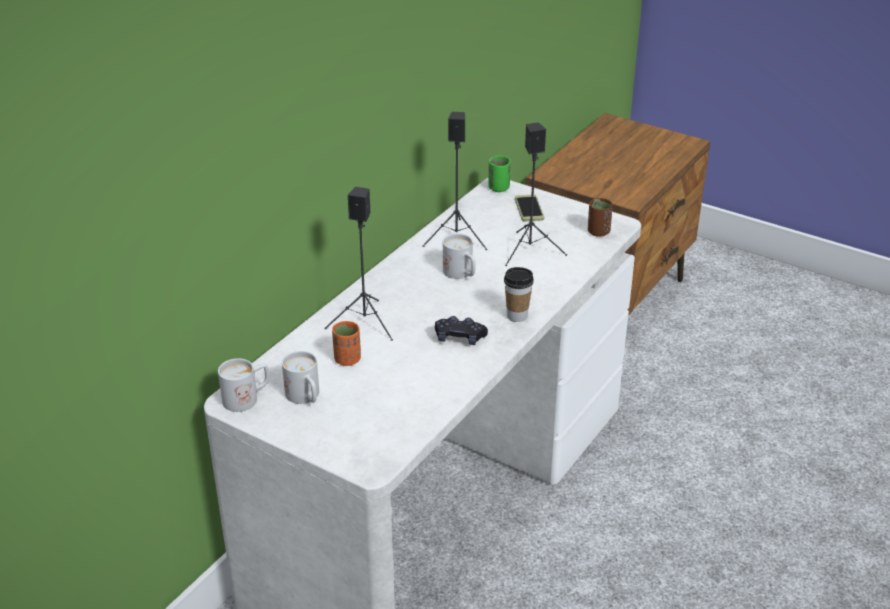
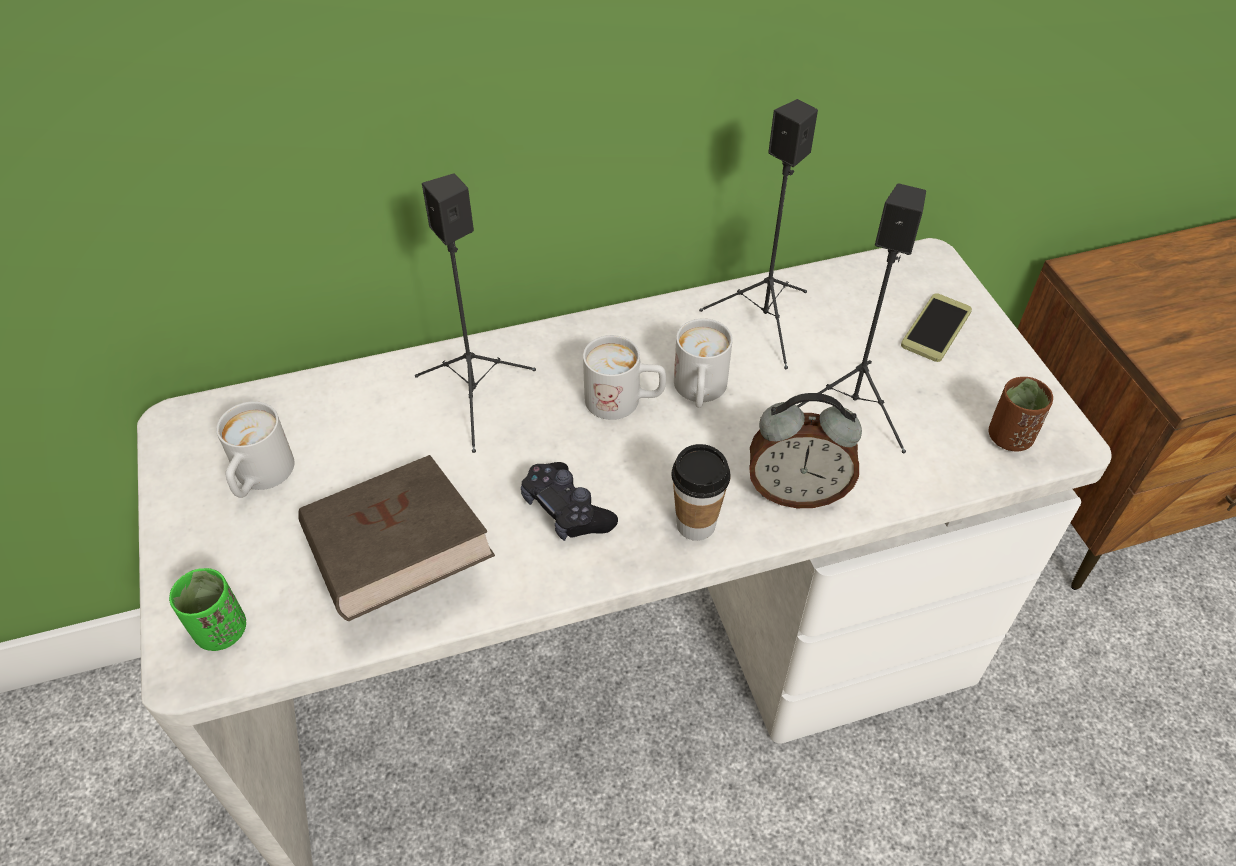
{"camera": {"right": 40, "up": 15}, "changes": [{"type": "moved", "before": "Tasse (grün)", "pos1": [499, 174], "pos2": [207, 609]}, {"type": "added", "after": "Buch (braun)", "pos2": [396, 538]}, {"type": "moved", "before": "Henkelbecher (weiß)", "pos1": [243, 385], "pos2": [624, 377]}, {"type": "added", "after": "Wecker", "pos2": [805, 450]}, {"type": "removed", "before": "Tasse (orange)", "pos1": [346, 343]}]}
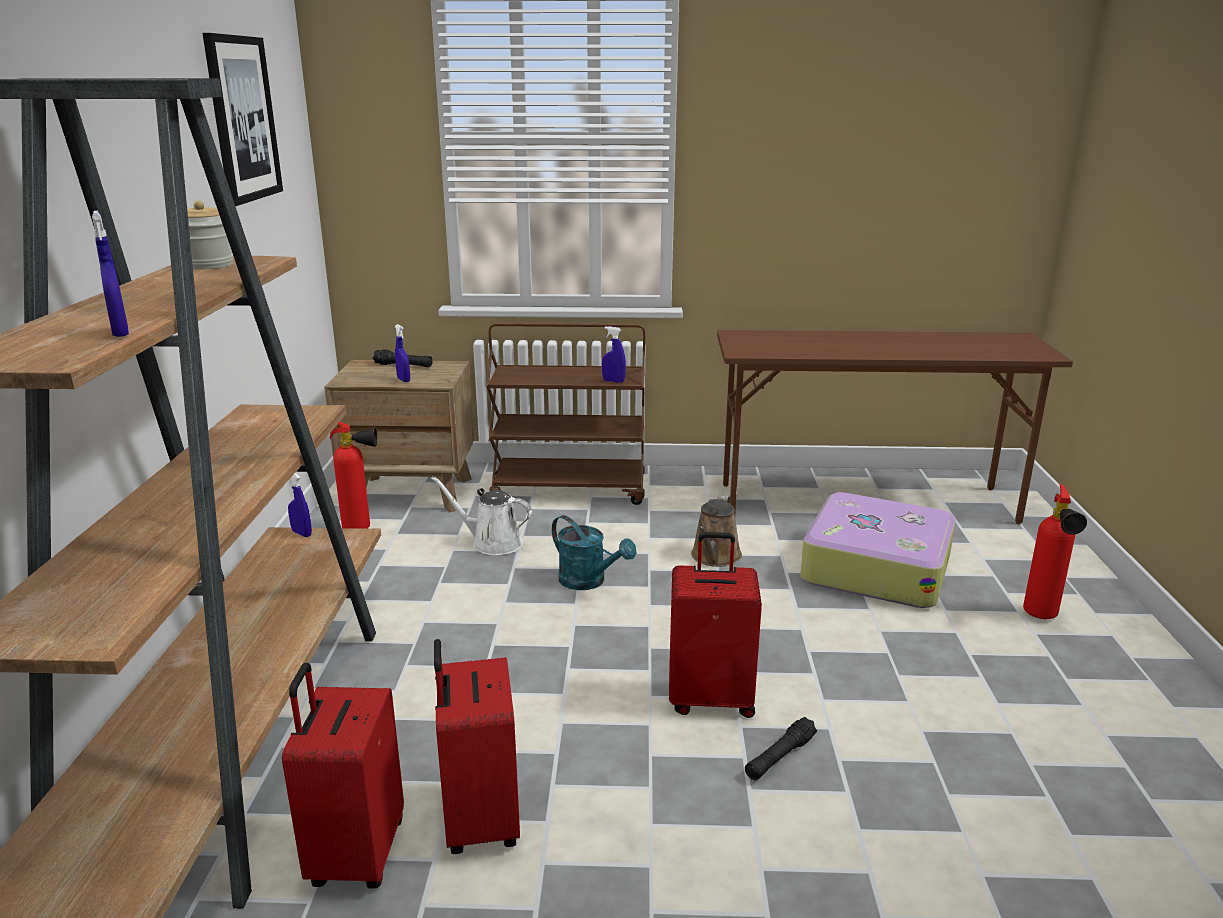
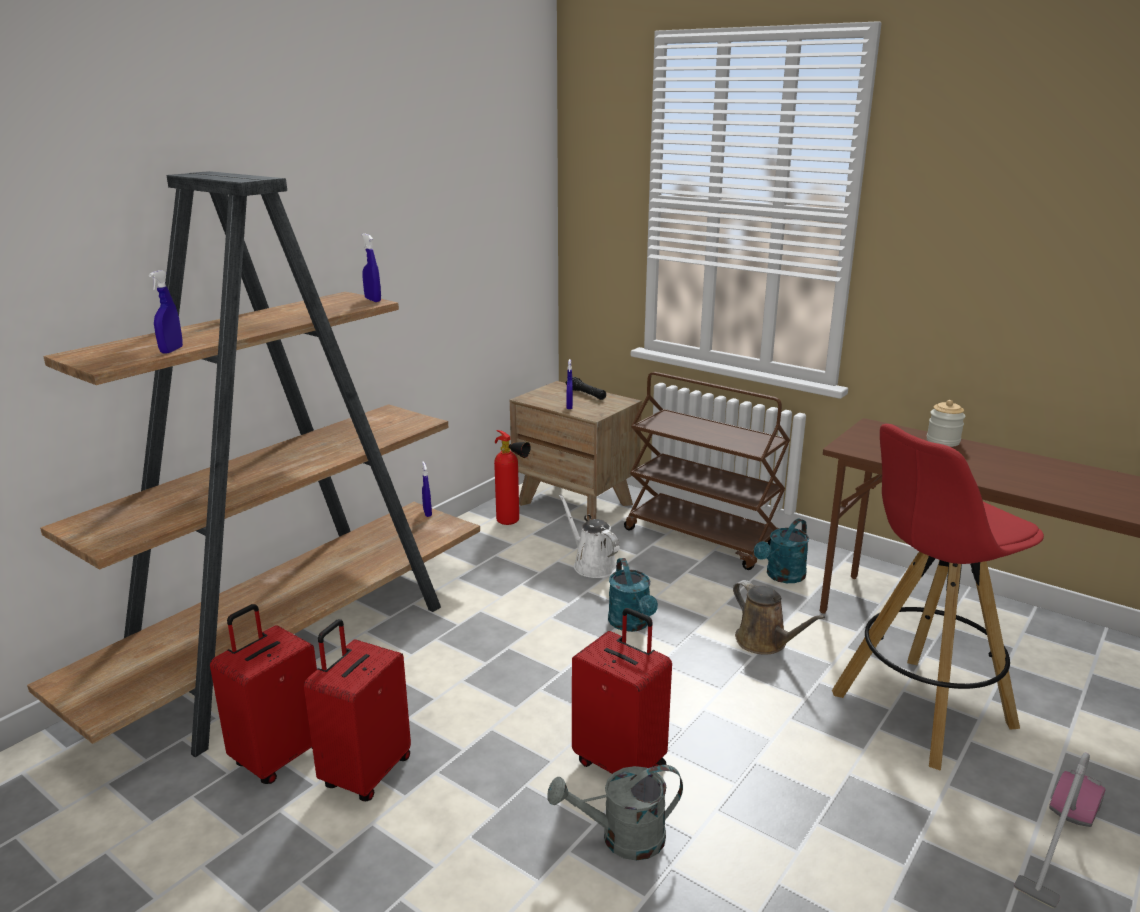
{"camera": {"right": 35, "up": 0}, "changes": [{"type": "moved", "before": "Sprühflasche (blau)", "pos1": [614, 354], "pos2": [371, 268]}, {"type": "replaced", "before": "Taschenlampe (schwarz)", "after": "Gießkanne (grau)", "pos1": [781, 748], "pos2": [615, 813]}, {"type": "turned", "before": "Gießkanne (braun)", "pos1": [716, 531], "pos2": [779, 617], "turn": -90}, {"type": "added", "after": "Gießkanne (türkis)", "pos2": [781, 550]}, {"type": "replaced", "before": "Koffer", "after": "Hocker (rot)", "pos1": [878, 550], "pos2": [938, 597]}, {"type": "moved", "before": "Vorratsglas", "pos1": [210, 234], "pos2": [946, 423]}, {"type": "replaced", "before": "Feuerlöscher", "after": "Staubsauger", "pos1": [1055, 551], "pos2": [1060, 830]}, {"type": "removed", "before": "Bild", "pos1": [242, 119]}]}
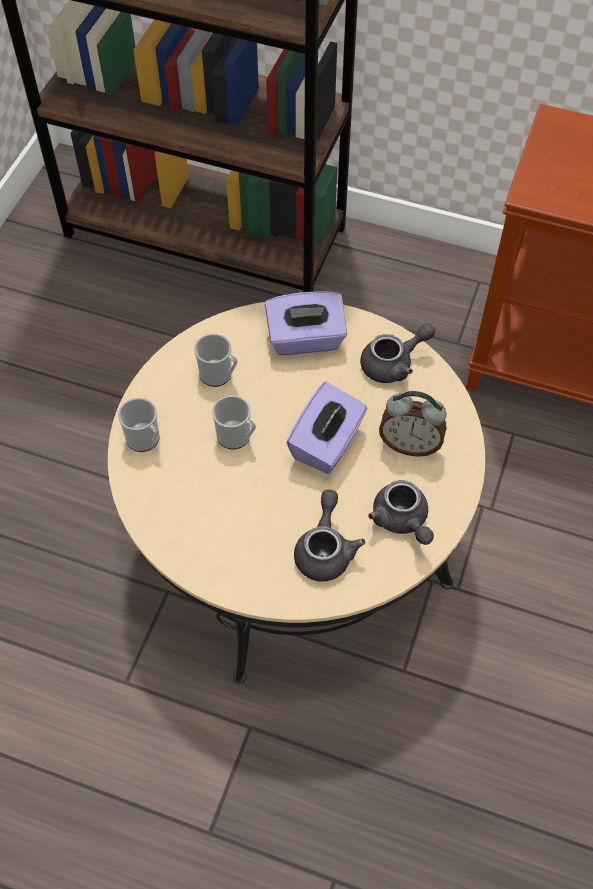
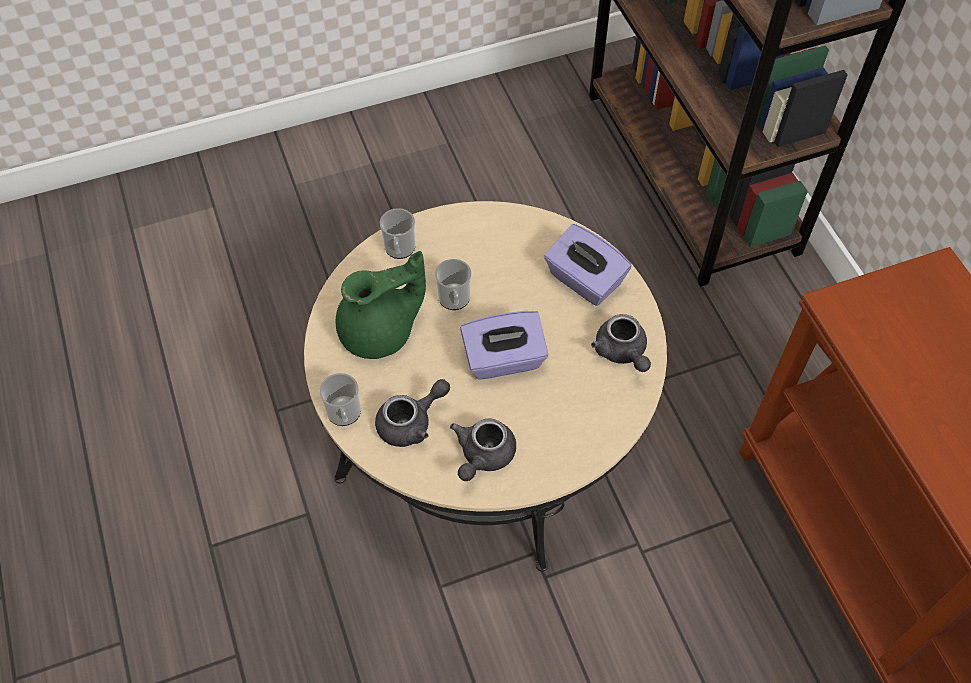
{"camera": {"right": 50, "up": 0}, "changes": [{"type": "moved", "before": "Henkelbecher", "pos1": [216, 360], "pos2": [340, 399]}, {"type": "added", "after": "Teekanne (grün)", "pos2": [381, 305]}, {"type": "turned", "before": "Teekanne (grau)", "pos1": [397, 353], "pos2": [621, 343], "turn": 45}, {"type": "removed", "before": "Wecker", "pos1": [412, 424]}]}
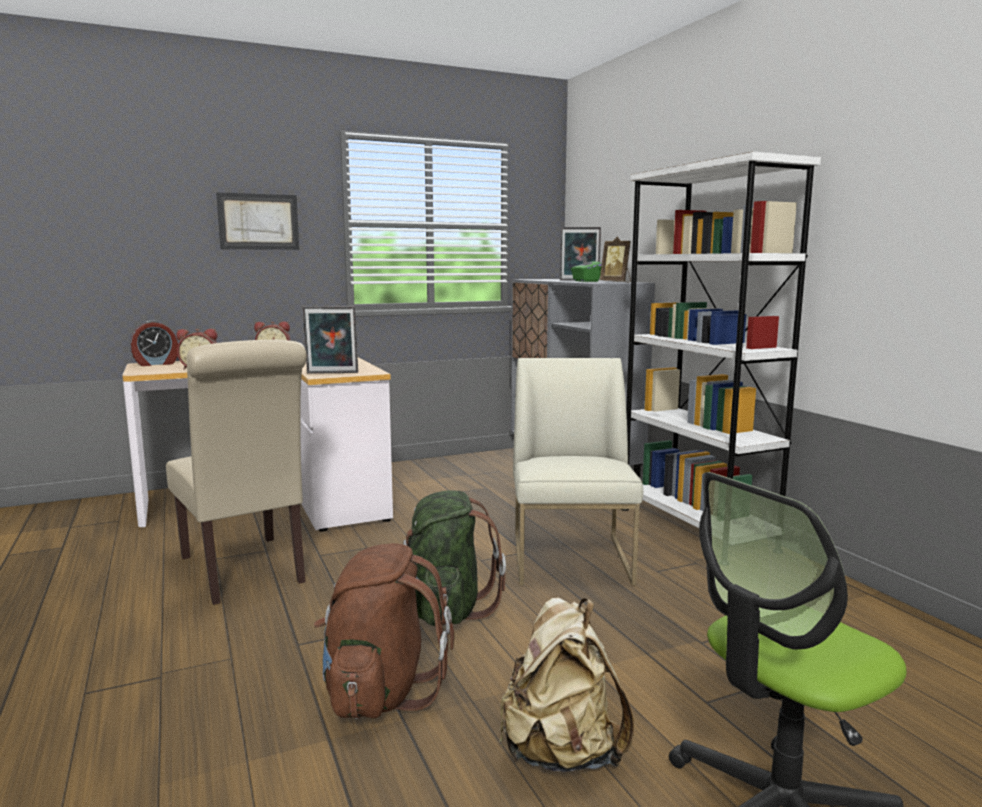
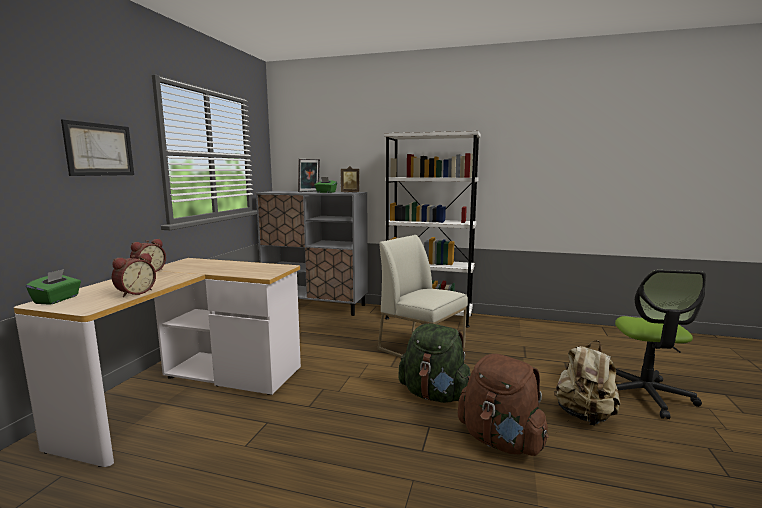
{"camera": {"right": -50, "up": 0}, "changes": [{"type": "replaced", "before": "Wecker", "after": "Taschentuchbox (grün)", "pos1": [154, 343], "pos2": [53, 287]}, {"type": "removed", "before": "Stuhl (beige)", "pos1": [236, 472]}, {"type": "removed", "before": "Bilderrahmen", "pos1": [330, 340]}]}
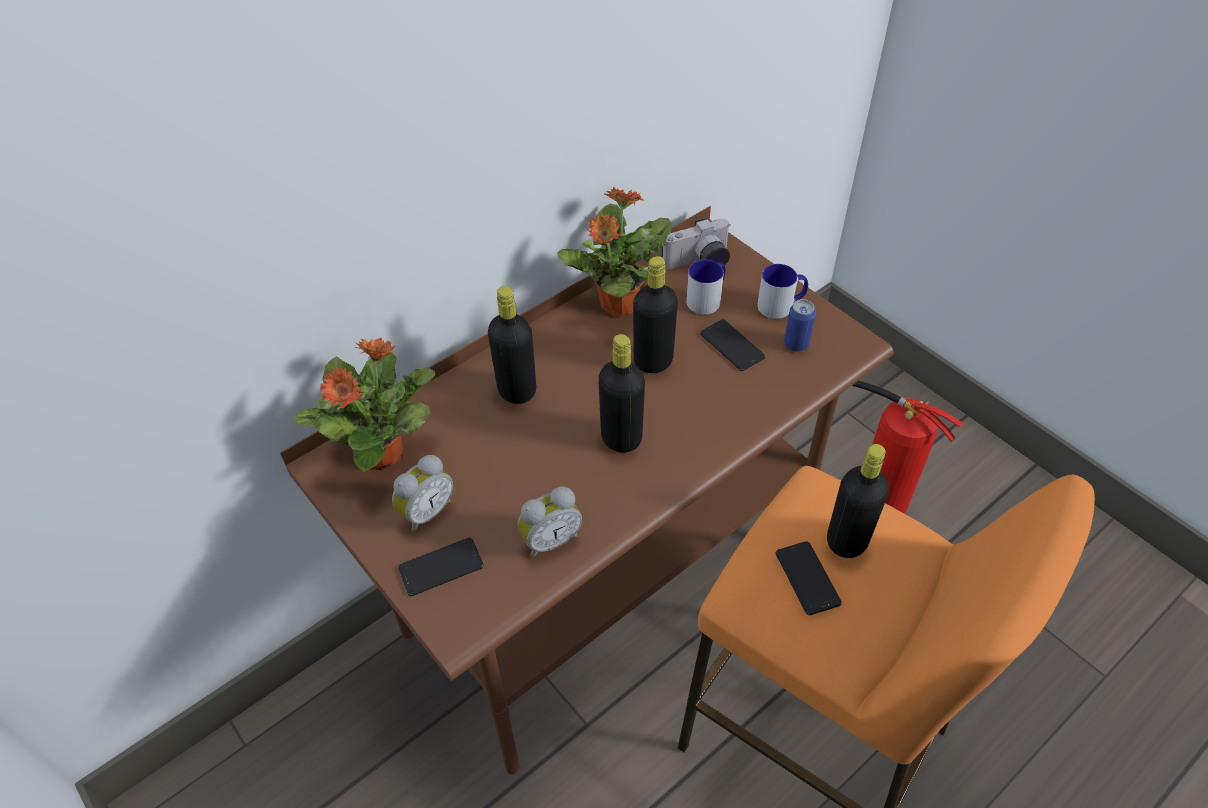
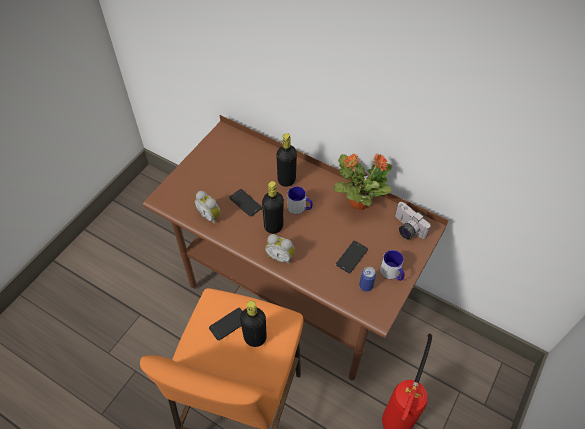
{"camera": {"right": 70, "up": 5}, "changes": [{"type": "moved", "before": "Handy", "pos1": [441, 567], "pos2": [245, 203]}, {"type": "moved", "before": "Wecker", "pos1": [422, 494], "pos2": [280, 249]}, {"type": "moved", "before": "Henkelbecher", "pos1": [705, 287], "pos2": [300, 200]}, {"type": "removed", "before": "Topfpflanze", "pos1": [365, 405]}, {"type": "removed", "before": "Flasche (schwarz)", "pos1": [655, 314]}]}
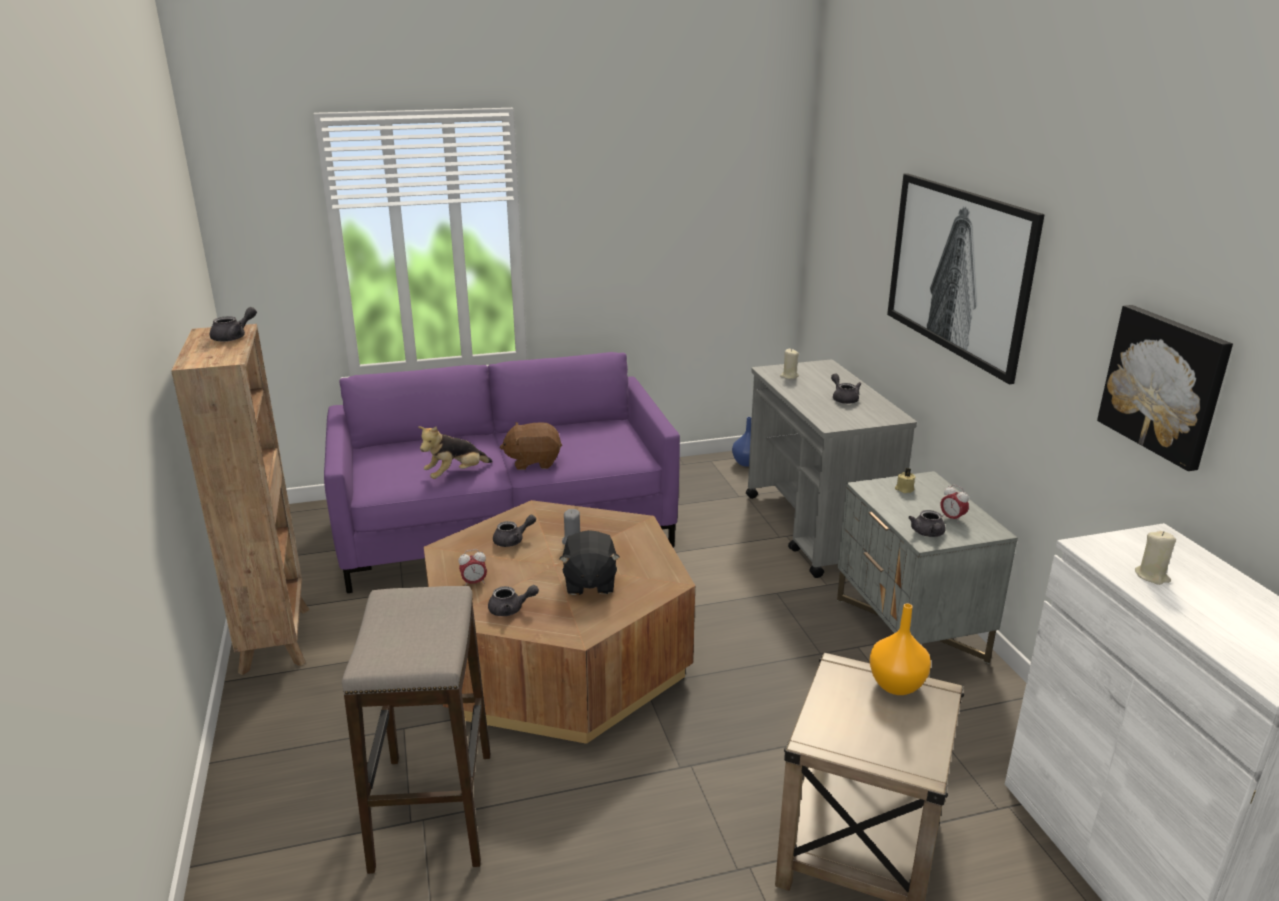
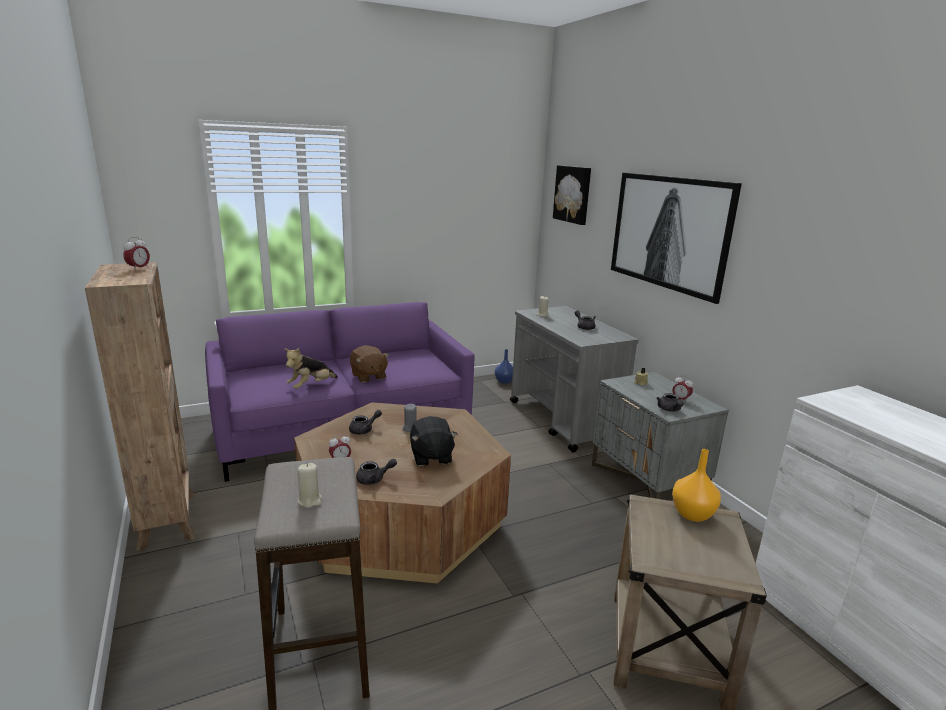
{"camera": {"right": -10, "up": -5}, "changes": [{"type": "replaced", "before": "Teekanne (grau)", "after": "Wecker", "pos1": [233, 324], "pos2": [136, 254]}, {"type": "moved", "before": "Kerze (beige)", "pos1": [1155, 558], "pos2": [309, 485]}, {"type": "turned", "before": "Plüschtier (braun)", "pos1": [531, 446], "pos2": [369, 364], "turn": -105}, {"type": "moved", "before": "Bild", "pos1": [1165, 388], "pos2": [572, 195]}]}
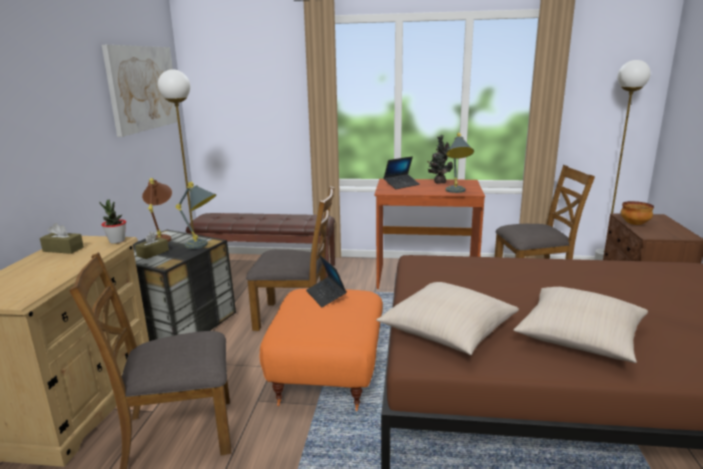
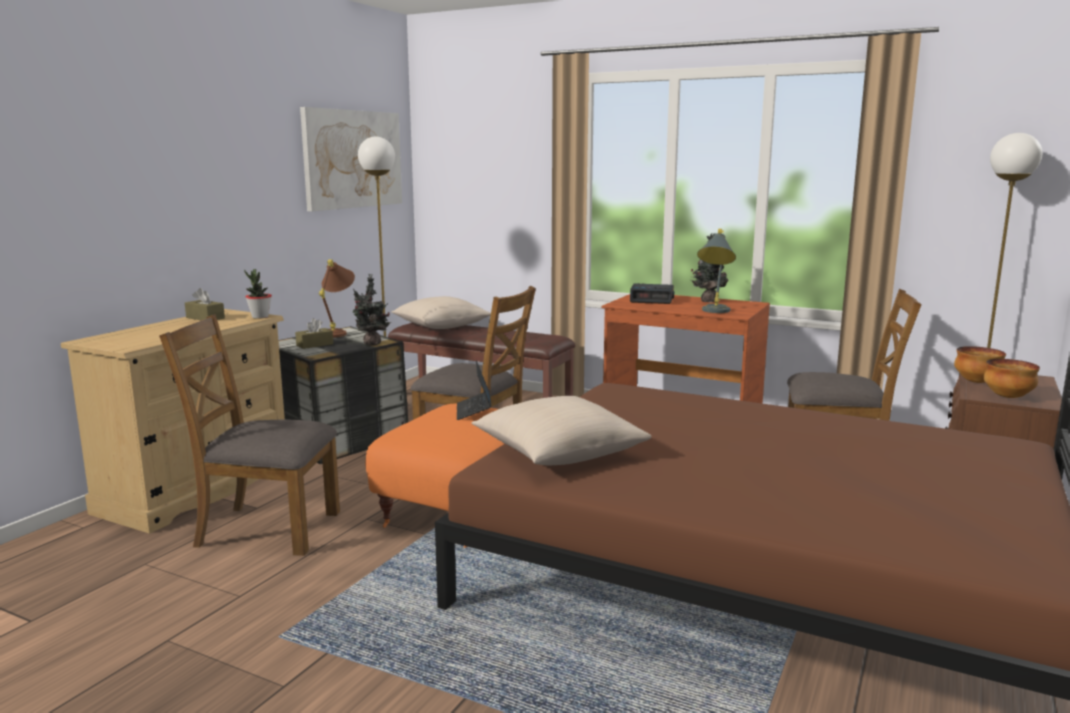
{"camera": {"right": 20, "up": -5}, "changes": [{"type": "replaced", "before": "Tischlampe (grau)", "after": "Topfpflanze", "pos1": [196, 215], "pos2": [371, 309]}, {"type": "moved", "before": "Kissen (beige)", "pos1": [580, 325], "pos2": [441, 312]}, {"type": "replaced", "before": "Laptop", "after": "Wecker", "pos1": [401, 172], "pos2": [652, 293]}, {"type": "added", "after": "Schüssel", "pos2": [1012, 378]}]}
